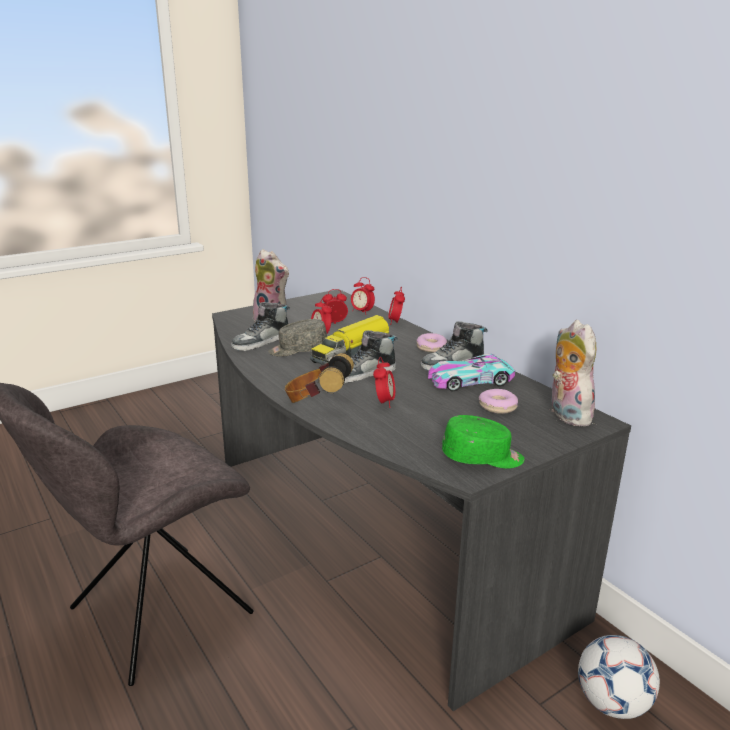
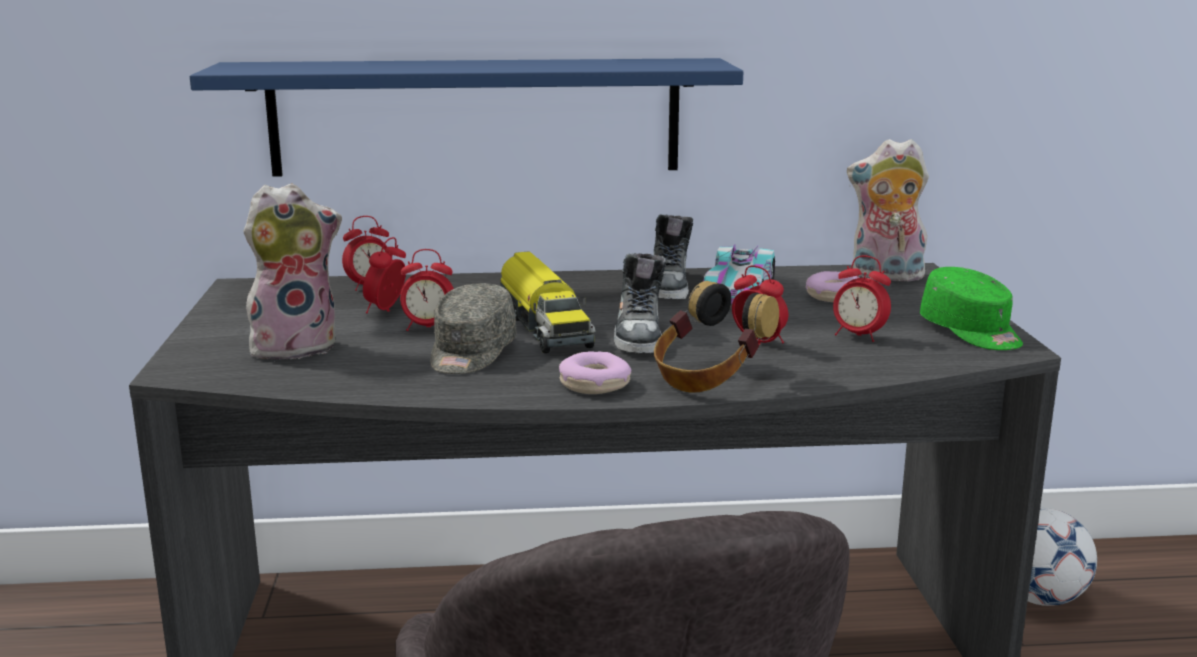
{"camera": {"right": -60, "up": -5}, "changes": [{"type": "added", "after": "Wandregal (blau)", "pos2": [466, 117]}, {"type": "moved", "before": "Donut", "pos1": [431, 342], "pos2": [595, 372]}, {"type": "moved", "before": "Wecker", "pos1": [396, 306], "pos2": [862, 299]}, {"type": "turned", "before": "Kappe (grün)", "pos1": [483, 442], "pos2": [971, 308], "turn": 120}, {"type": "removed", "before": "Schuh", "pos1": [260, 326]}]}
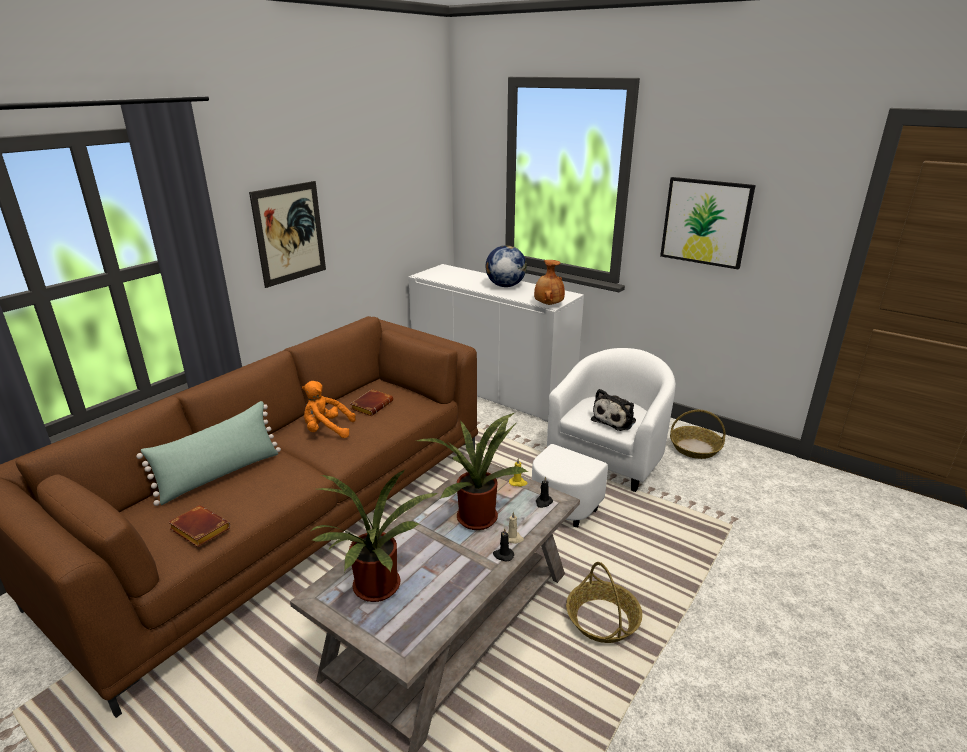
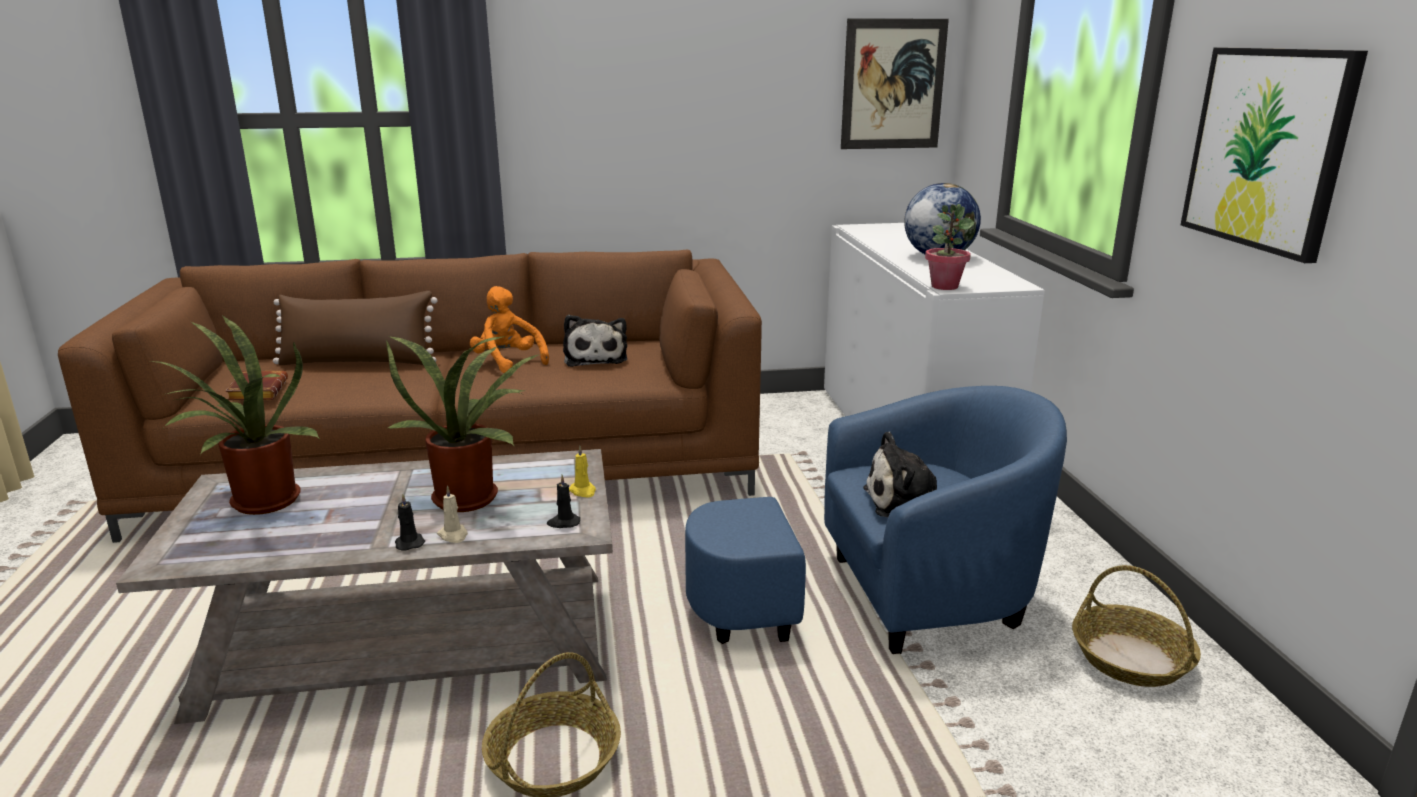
{"camera": {"right": 45, "up": -5}, "changes": [{"type": "recoloured", "before": "Kissen (grün)", "after": "Kissen (braun)", "pos1": [208, 453], "pos2": [355, 328]}, {"type": "replaced", "before": "Buch (braun)", "after": "Plüschtier", "pos1": [372, 402], "pos2": [595, 341]}, {"type": "recoloured", "before": "Sessel (weiß)", "after": "Sessel (blau)", "pos1": [604, 437], "pos2": [876, 520]}, {"type": "moved", "before": "Bild", "pos1": [287, 234], "pos2": [895, 83]}, {"type": "replaced", "before": "Vase (braun)", "after": "Topfpflanze", "pos1": [549, 282], "pos2": [949, 247]}]}
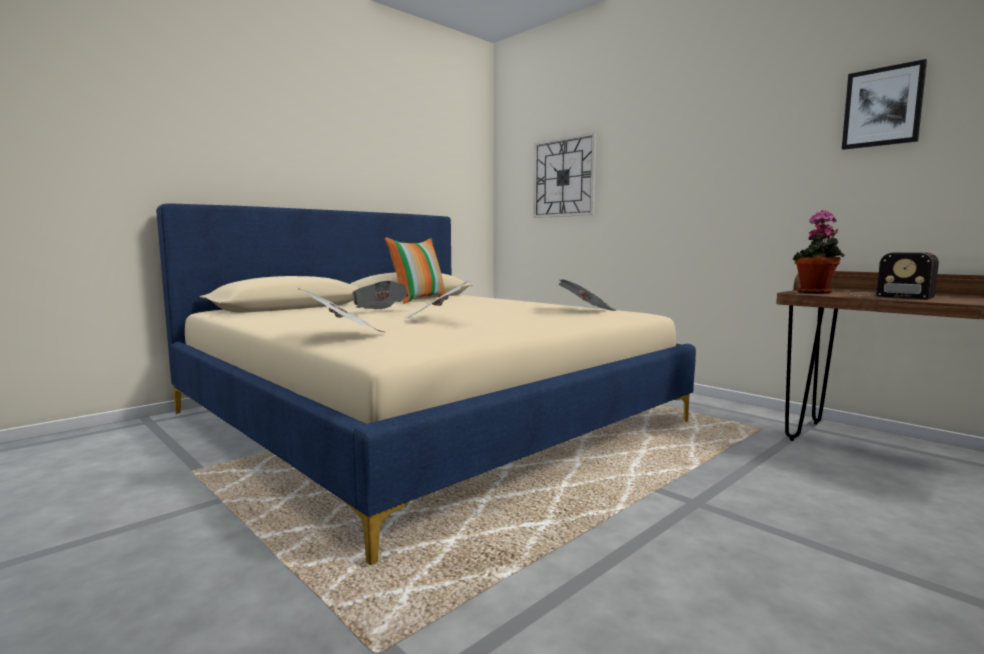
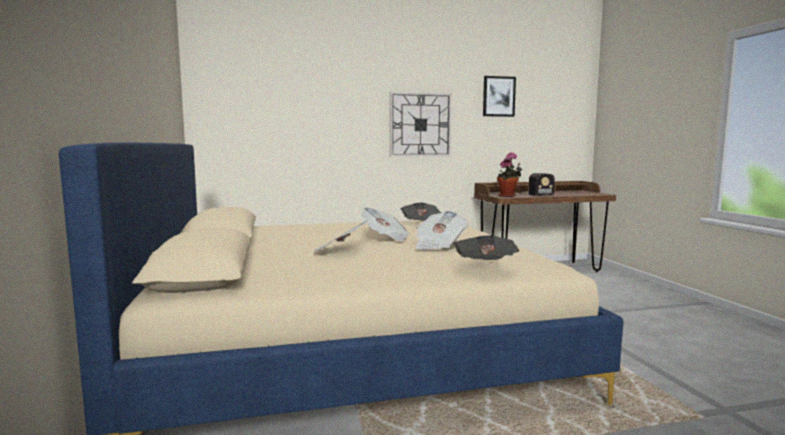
{"camera": {"right": -60, "up": 0}, "changes": [{"type": "added", "after": "Zeitung", "pos2": [385, 224]}, {"type": "moved", "before": "Wanduhr", "pos1": [564, 175], "pos2": [421, 124]}, {"type": "removed", "before": "Kissen", "pos1": [415, 271]}]}
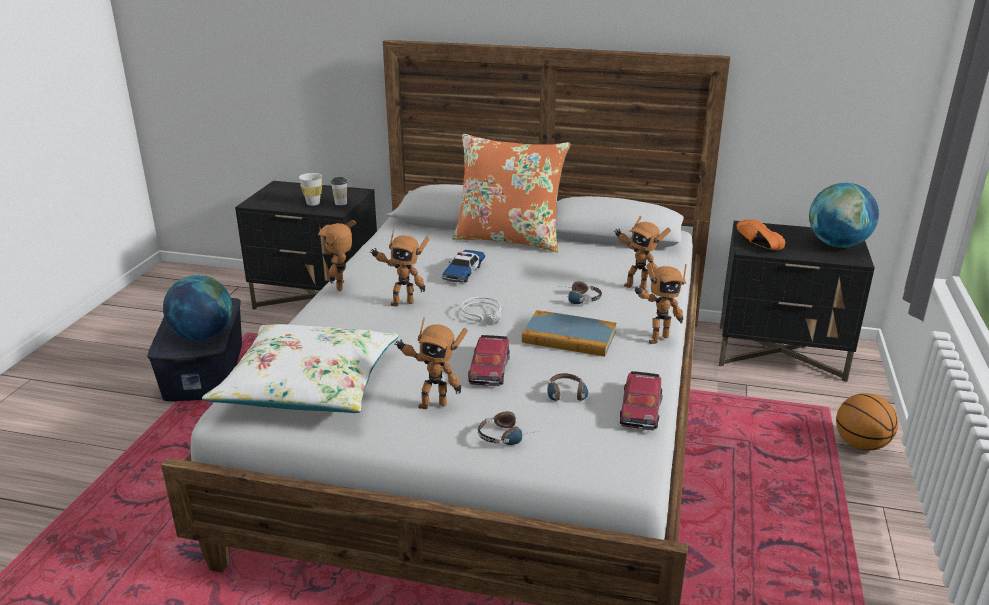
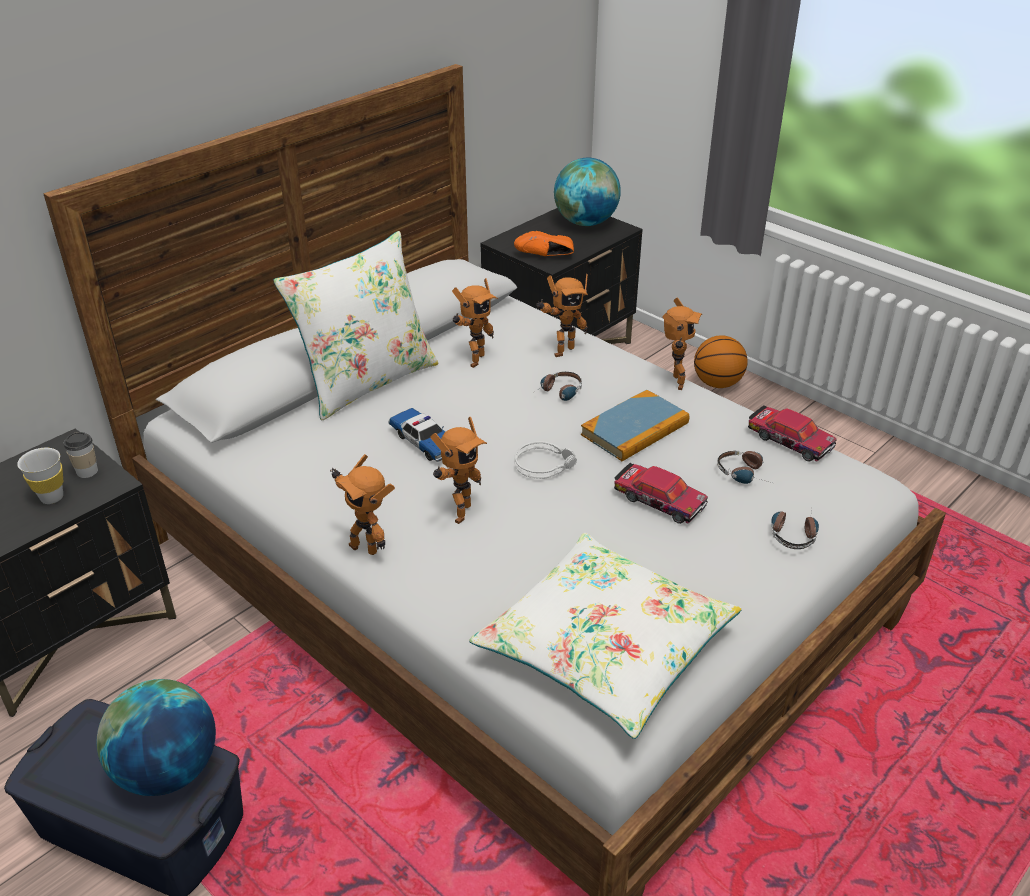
{"camera": {"right": -60, "up": 10}, "changes": [{"type": "recoloured", "before": "Kissen (orange)", "after": "Kissen (weiß)", "pos1": [511, 193], "pos2": [355, 325]}, {"type": "moved", "before": "Spielzeugroboter", "pos1": [431, 363], "pos2": [475, 323]}]}
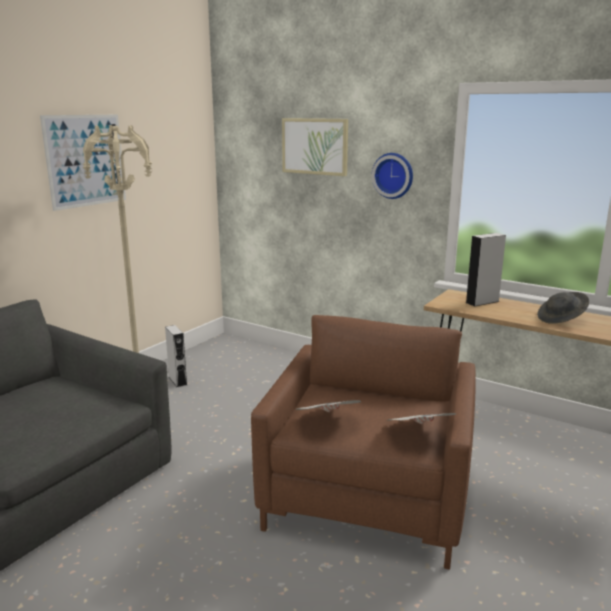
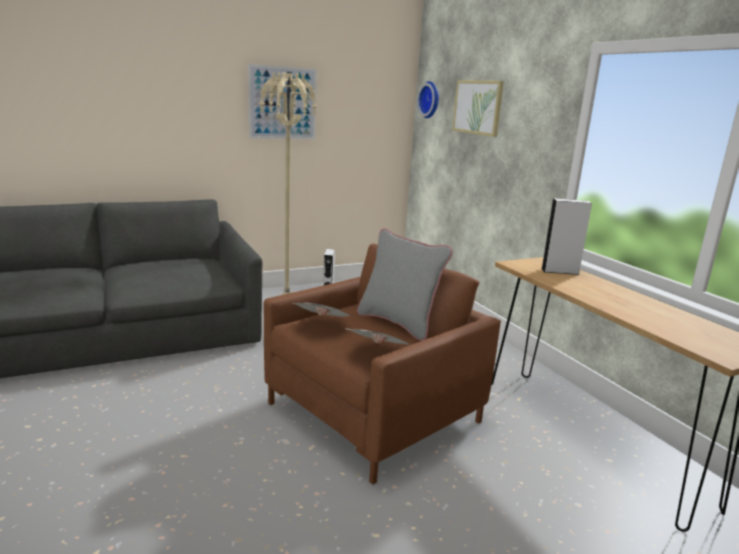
{"camera": {"right": 30, "up": 0}, "changes": [{"type": "added", "after": "Kissen (grau)", "pos2": [405, 284]}, {"type": "moved", "before": "Wanduhr", "pos1": [392, 176], "pos2": [428, 99]}, {"type": "removed", "before": "Hut (grau)", "pos1": [563, 308]}]}
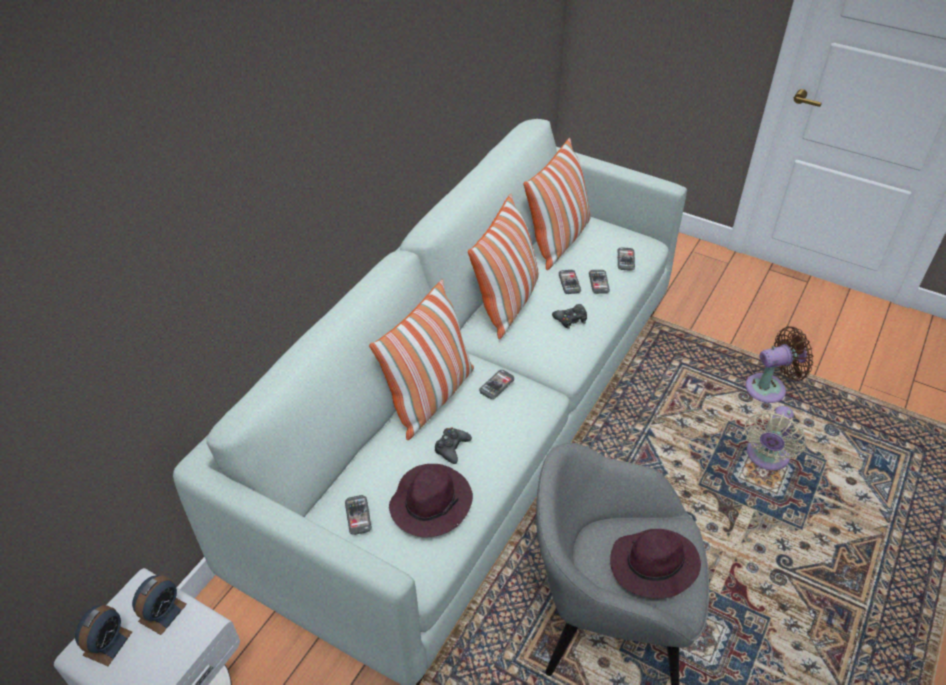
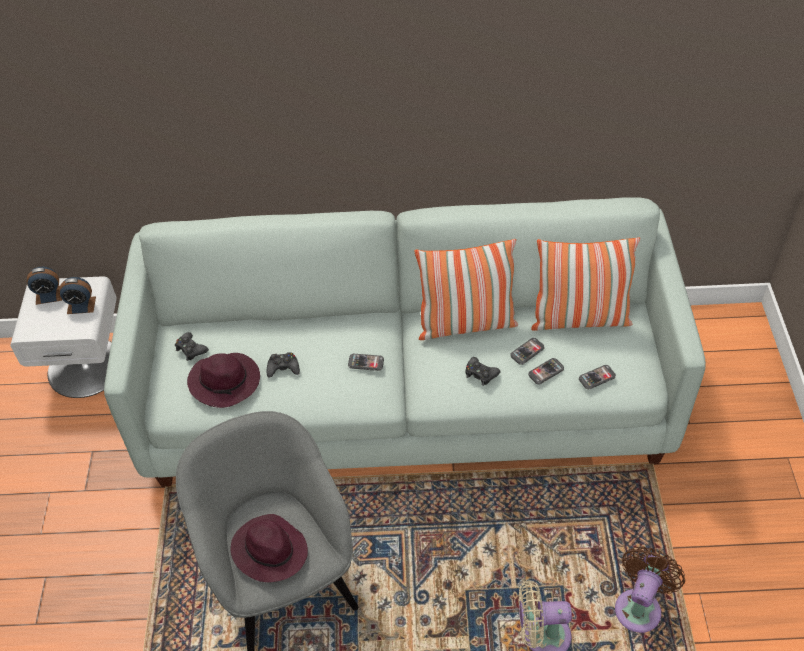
{"camera": {"right": 60, "up": 5}, "changes": [{"type": "replaced", "before": "Handy", "after": "Gamepad (schwarz)", "pos1": [358, 515], "pos2": [192, 346]}, {"type": "turned", "before": "Ventilator (braun)", "pos1": [779, 364], "pos2": [650, 590], "turn": -105}, {"type": "removed", "before": "Kissen", "pos1": [421, 359]}]}
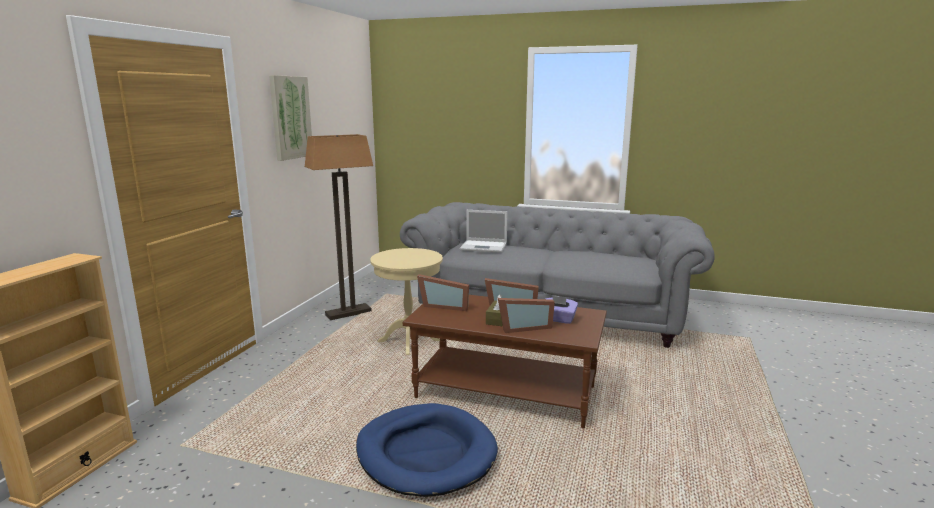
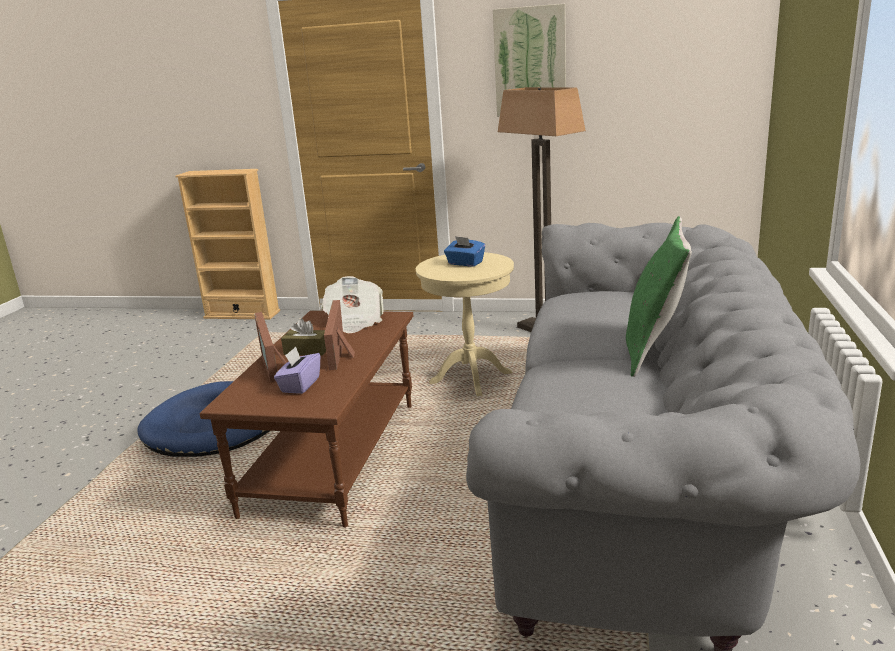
{"camera": {"right": 85, "up": 5}, "changes": [{"type": "replaced", "before": "Bilderrahmen", "after": "Zeitung", "pos1": [443, 292], "pos2": [352, 304]}, {"type": "added", "after": "Taschentuchbox (blau)", "pos2": [464, 251]}, {"type": "added", "after": "Kissen (grün)", "pos2": [659, 296]}, {"type": "removed", "before": "Laptop", "pos1": [483, 231]}]}
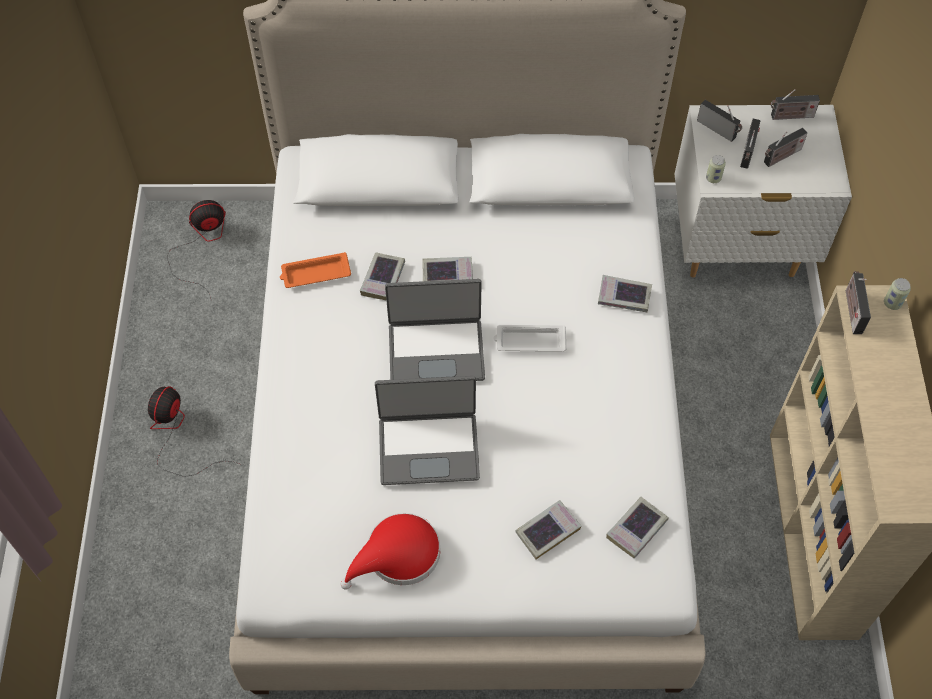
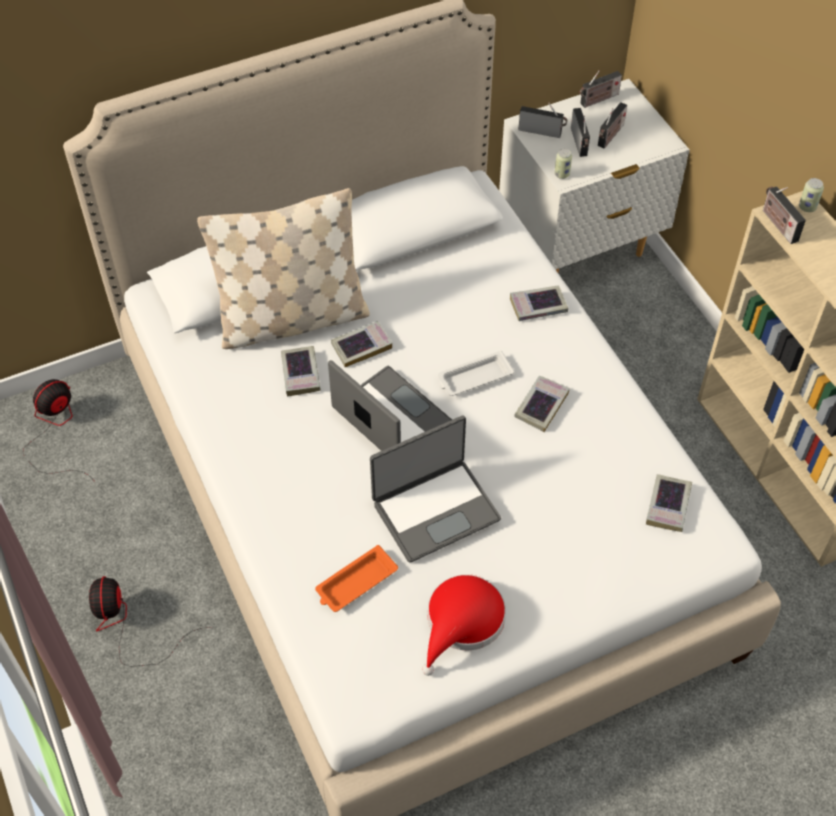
{"camera": {"right": -25, "up": -5}, "changes": [{"type": "added", "after": "Kissen (beige)", "pos2": [283, 268]}, {"type": "moved", "before": "Tablett (orange)", "pos1": [315, 270], "pos2": [356, 578]}, {"type": "turned", "before": "Laptop", "pos1": [435, 330], "pos2": [390, 405], "turn": -105}, {"type": "moved", "before": "Buch", "pos1": [548, 530], "pos2": [542, 404]}]}
